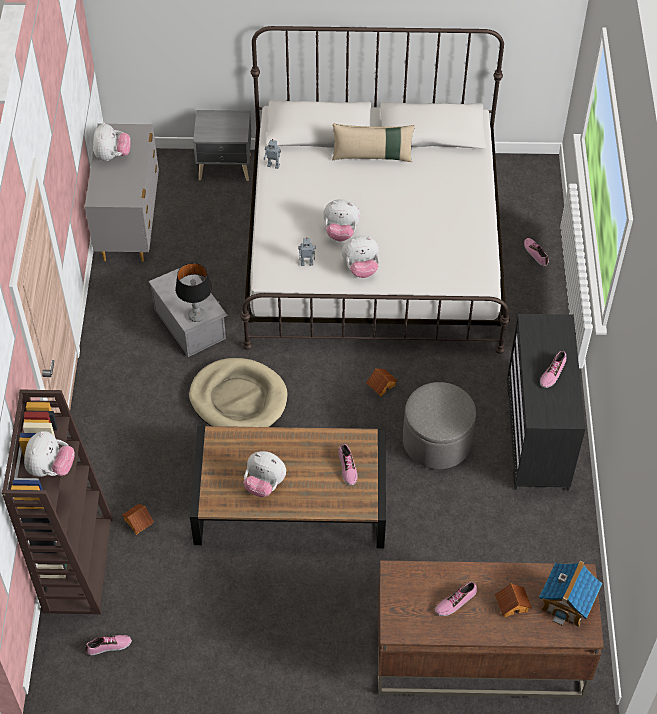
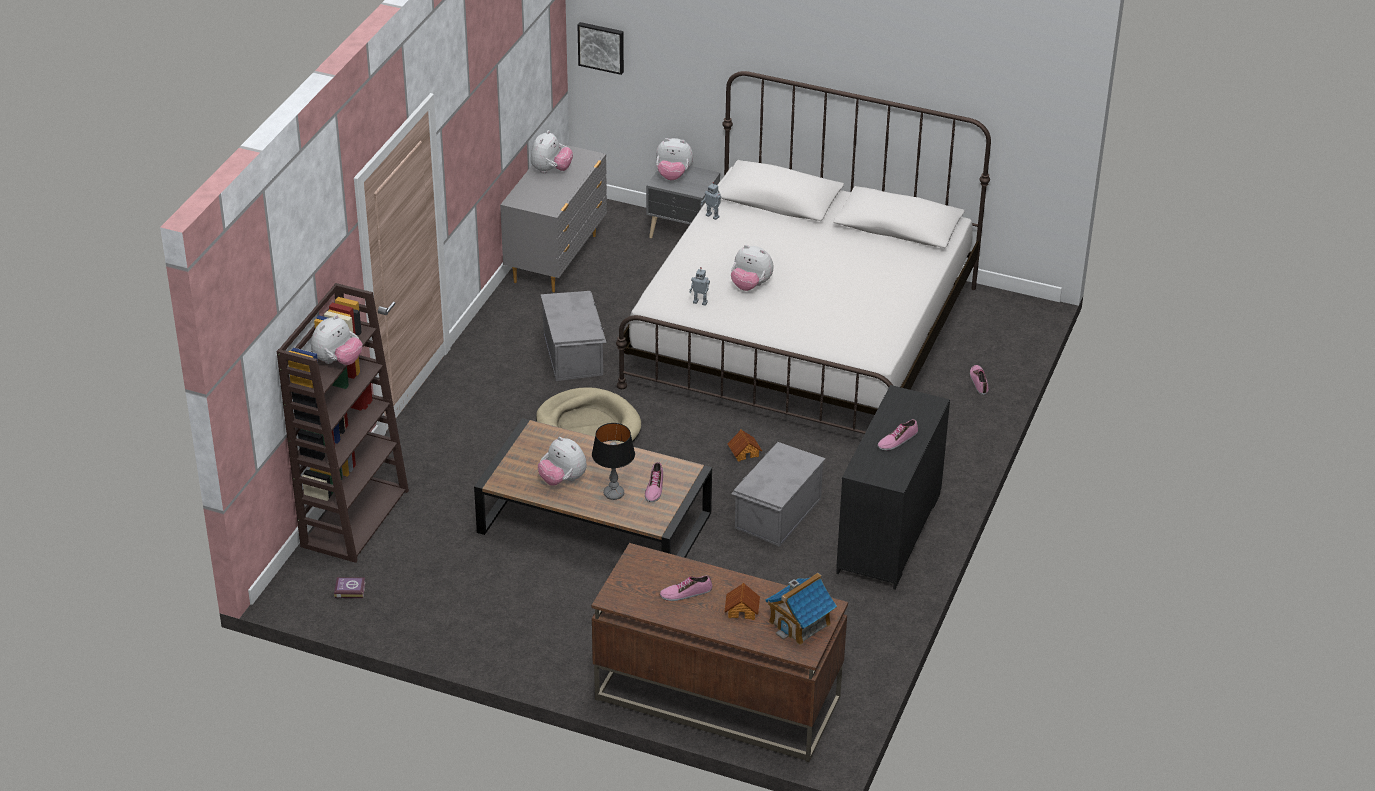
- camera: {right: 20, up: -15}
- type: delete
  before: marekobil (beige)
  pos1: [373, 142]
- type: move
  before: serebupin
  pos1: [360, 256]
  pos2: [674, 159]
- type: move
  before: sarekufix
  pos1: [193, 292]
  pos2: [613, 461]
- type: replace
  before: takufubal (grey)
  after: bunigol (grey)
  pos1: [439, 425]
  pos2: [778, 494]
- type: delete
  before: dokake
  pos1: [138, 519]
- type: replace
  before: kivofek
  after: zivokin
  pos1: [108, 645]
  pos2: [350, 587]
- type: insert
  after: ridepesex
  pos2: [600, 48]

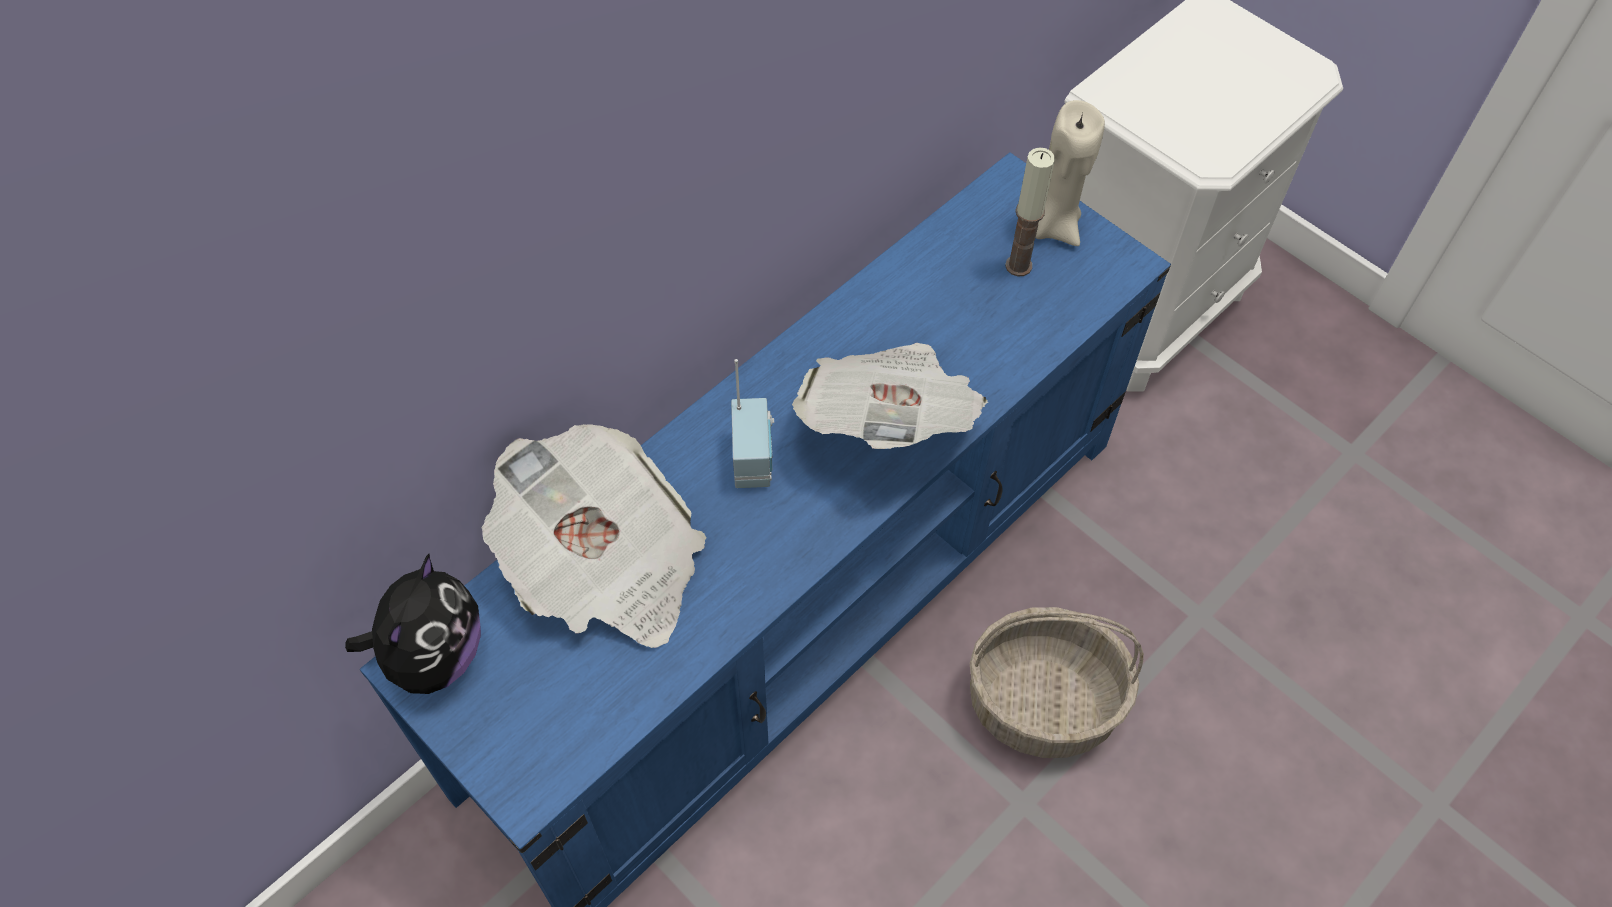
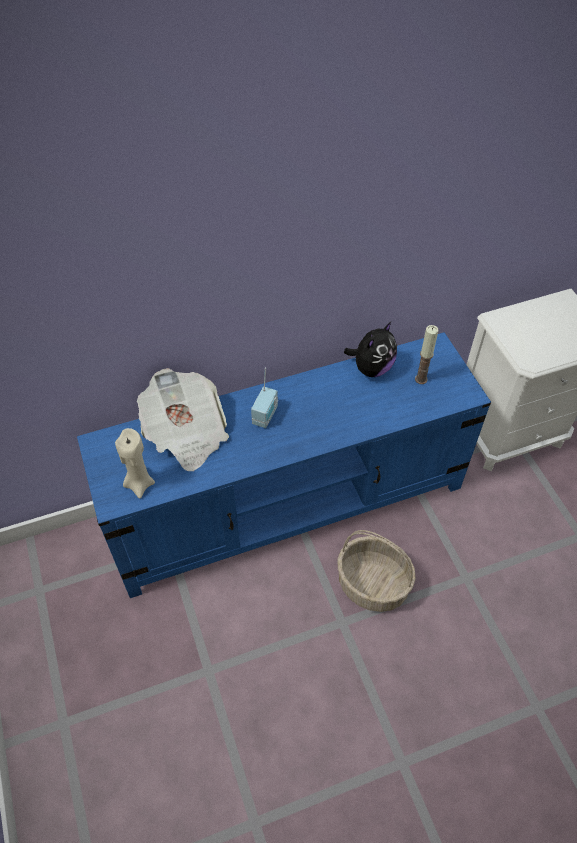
- camera: {right: 25, up: -5}
- type: move
  before: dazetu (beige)
  pos1: [1070, 173]
  pos2: [135, 463]
- type: delete
  before: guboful
  pos1: [890, 396]
- type: move
  before: serebupin
  pos1: [413, 624]
  pos2: [370, 349]

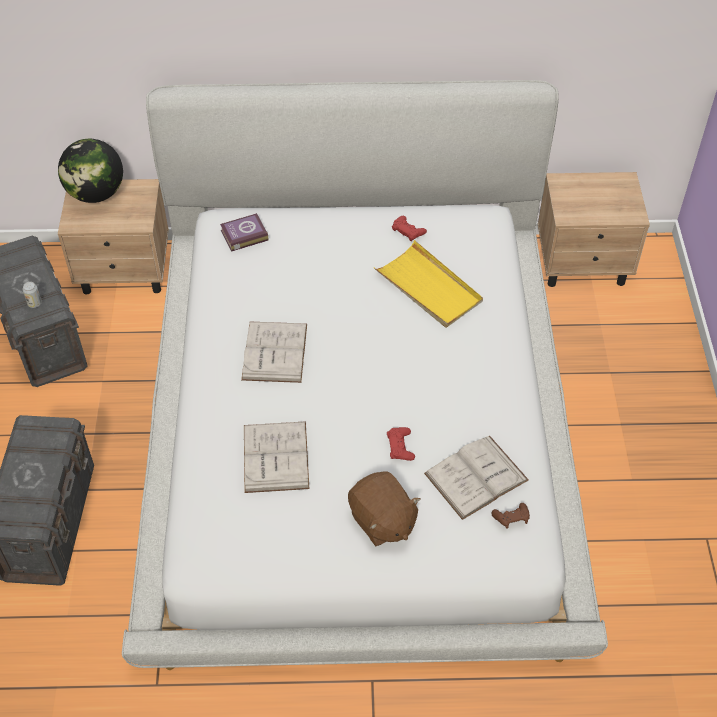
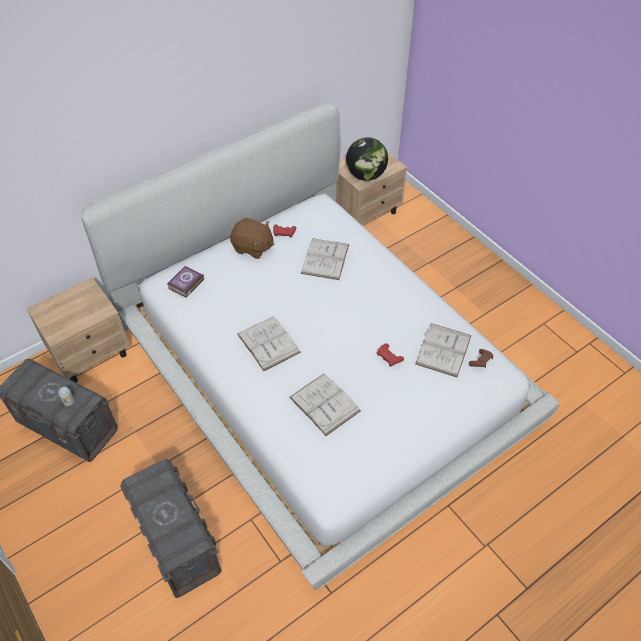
- camera: {right: -35, up: 0}
- type: move
  before: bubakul
  pos1: [90, 171]
  pos2: [367, 159]
- type: replace
  before: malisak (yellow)
  after: zivokin (white)
  pos1: [428, 284]
  pos2: [325, 259]
- type: move
  before: serebupin (brown)
  pos1: [384, 508]
  pos2: [252, 238]

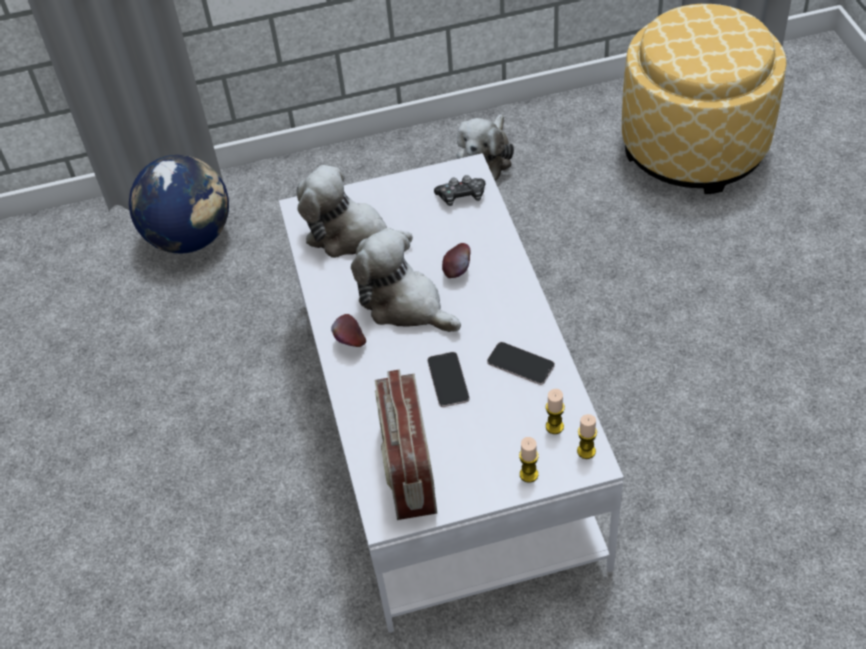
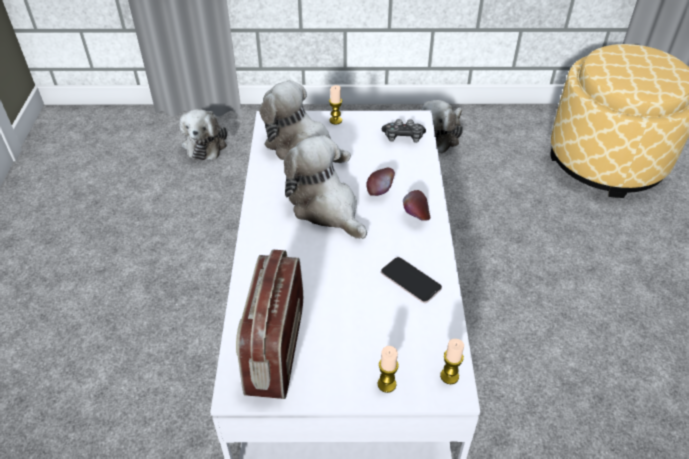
- camera: {right: 10, up: -5}
- type: replace
  before: bubakul
  after: serebupin
  pos1: [179, 204]
  pos2: [203, 134]
- type: move
  before: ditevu
  pos1: [348, 330]
  pos2: [416, 205]
- type: delete
  before: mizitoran
  pos1: [448, 379]
- type: move
  before: dazetu
  pos1: [555, 411]
  pos2: [335, 105]

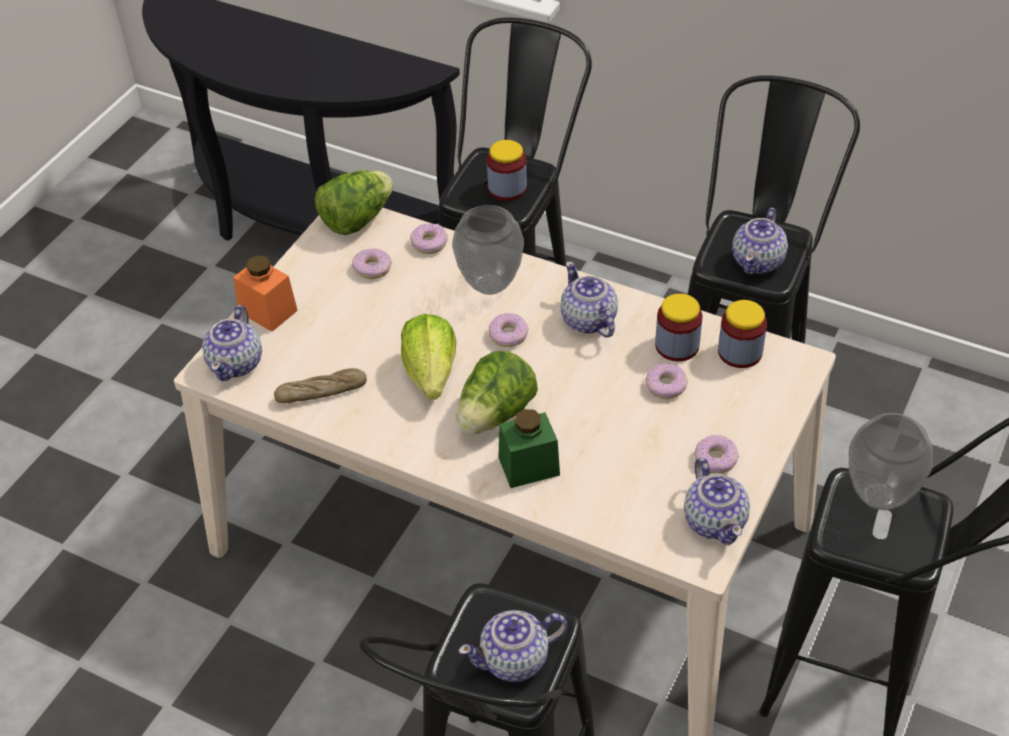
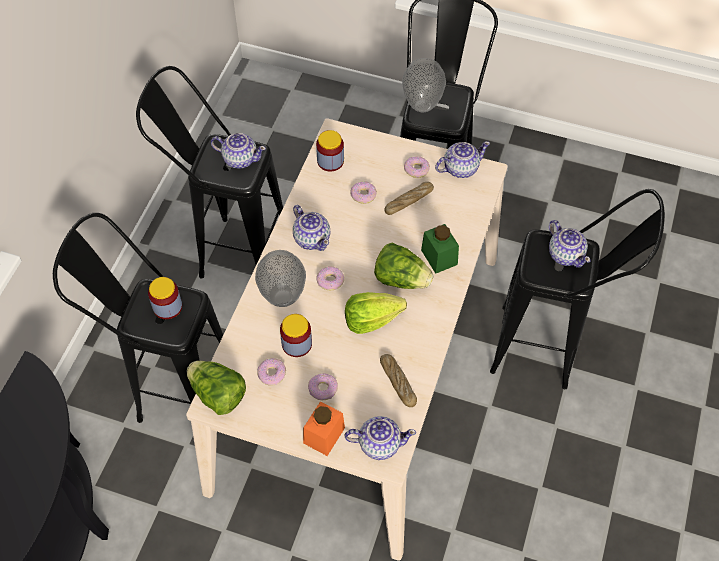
- camera: {right: -100, up: 10}
- type: move
  before: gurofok
  pos1: [428, 239]
  pos2: [323, 386]
- type: rotate
  before: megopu
  pos1: [589, 299]
  pos2: [311, 228]
  turn: -90
- type: move
  before: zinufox
  pos1: [679, 327]
  pos2: [296, 335]
- type: insert
  after: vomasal
  pos2: [409, 198]

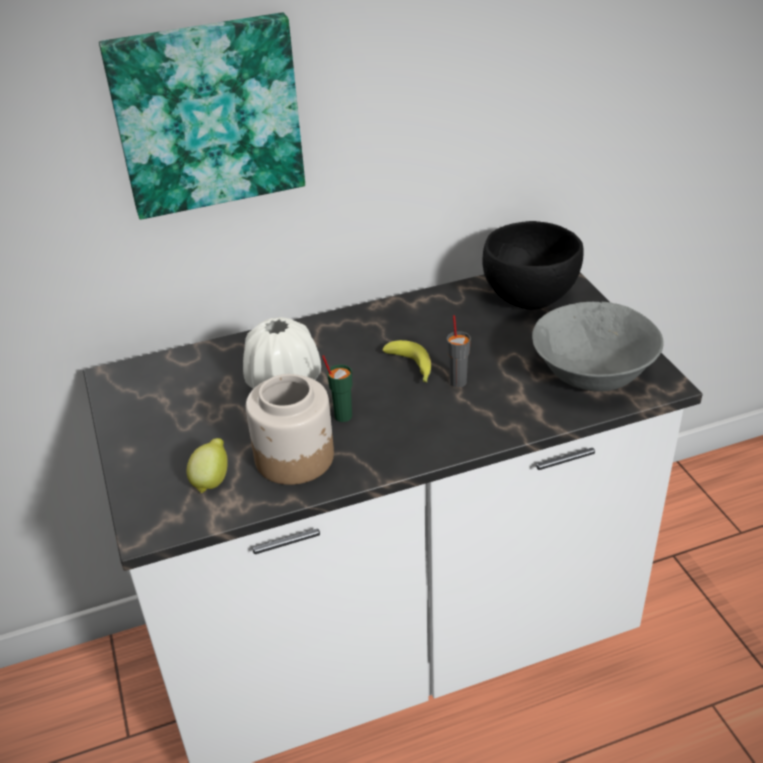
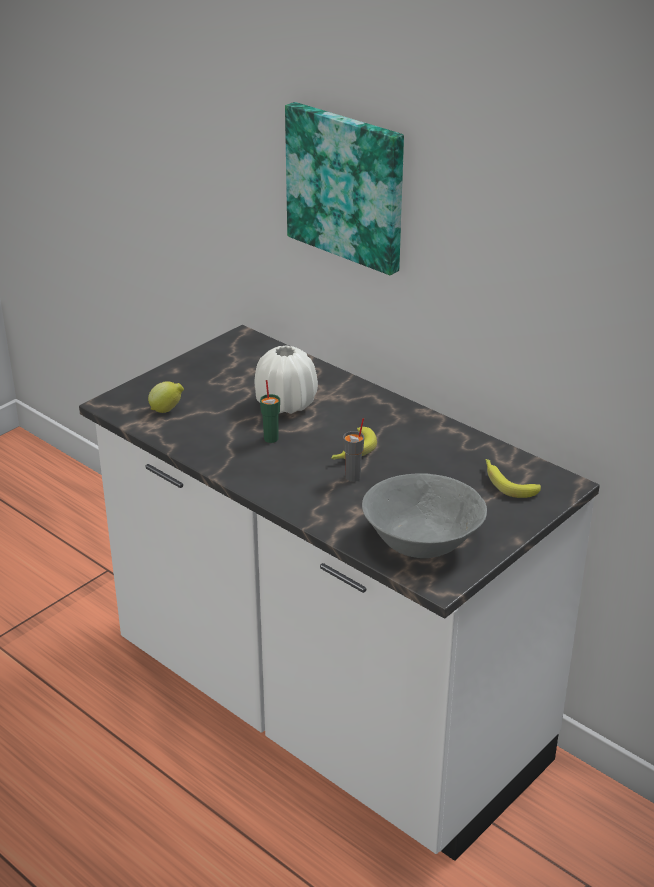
- camera: {right: 60, up: -5}
- type: replace
  before: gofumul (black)
  after: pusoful
  pos1: [533, 265]
  pos2: [513, 478]
- type: delete
  before: zinufox
  pos1: [290, 429]

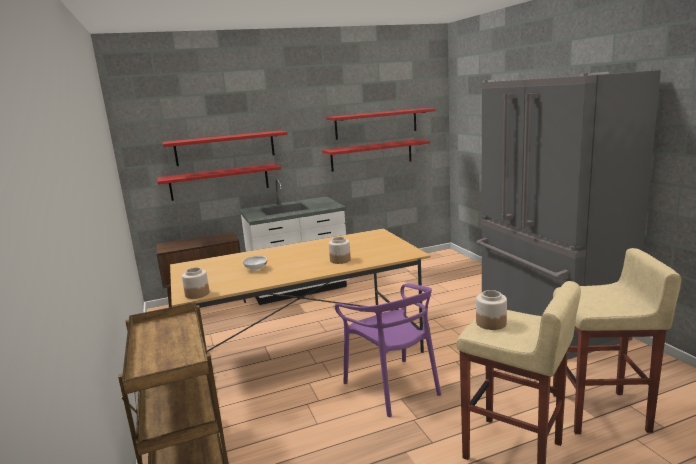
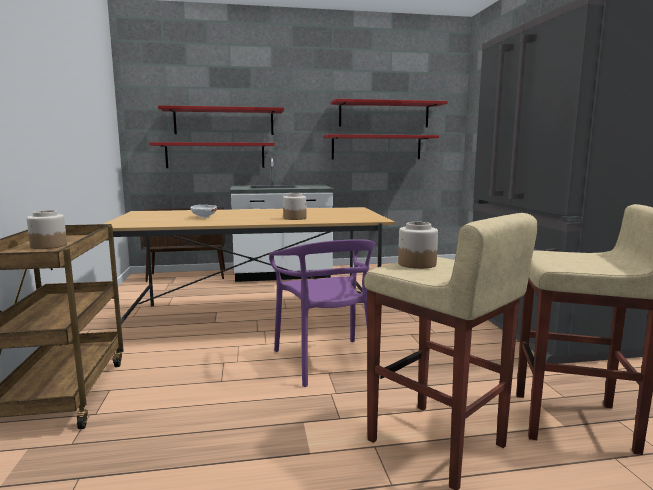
- camera: {right: 10, up: -5}
- type: move
  before: zinufox
  pos1: [195, 283]
  pos2: [47, 229]

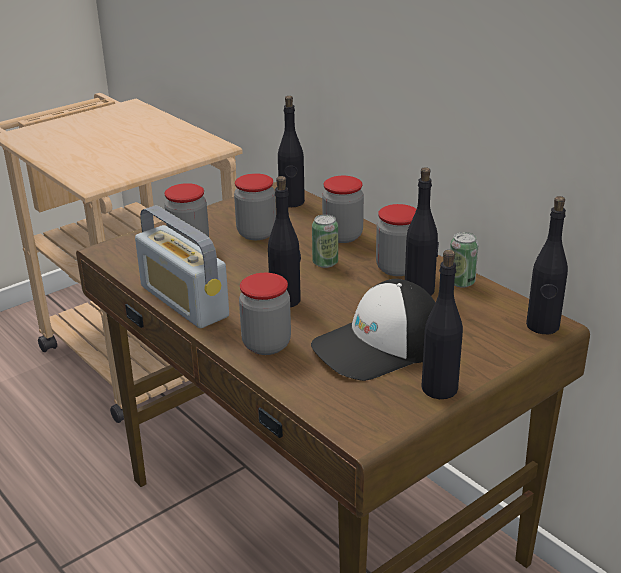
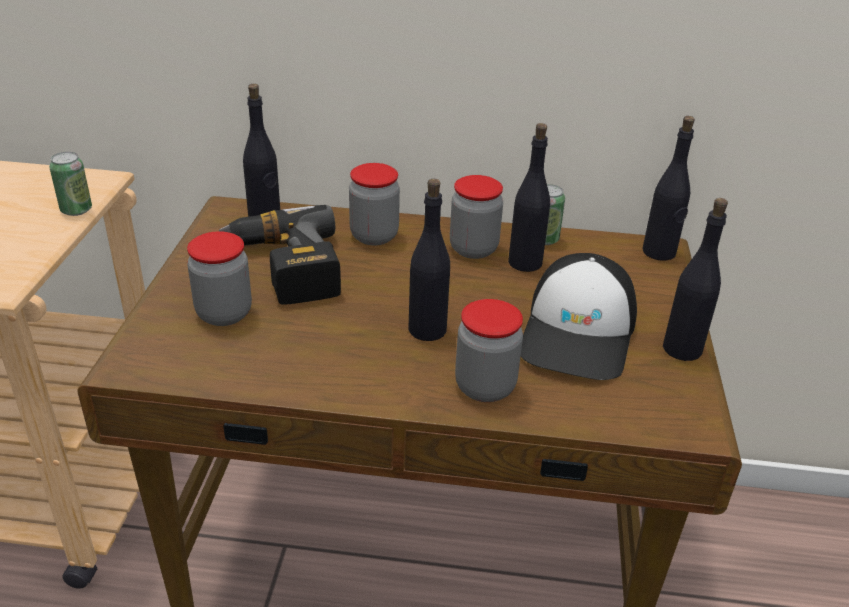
- camera: {right: -45, up: 5}
- type: replace
  before: zinufox
  after: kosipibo
  pos1: [255, 206]
  pos2: [280, 255]
- type: delete
  before: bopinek
  pos1: [182, 266]
- type: move
  before: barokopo
  pos1: [325, 241]
  pos2: [70, 184]

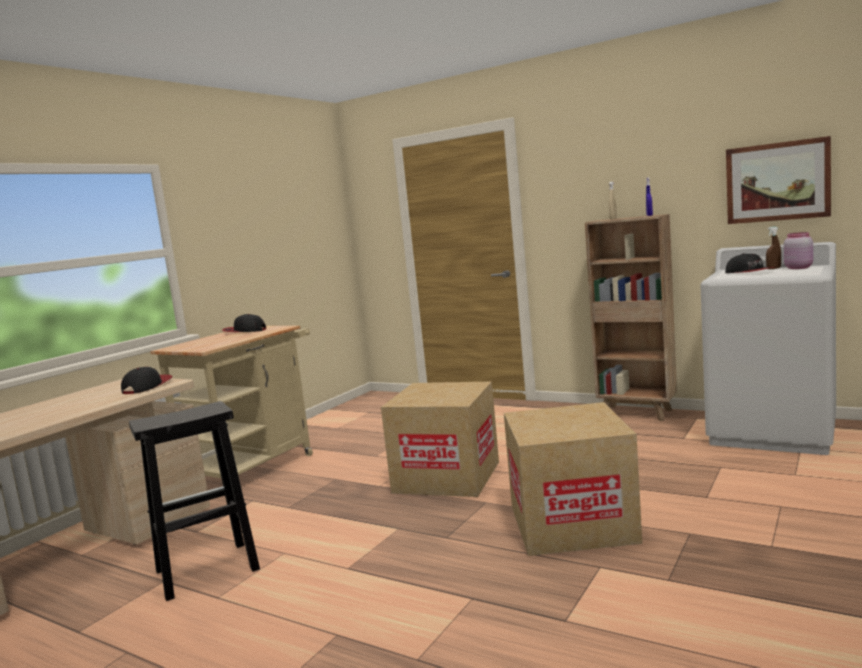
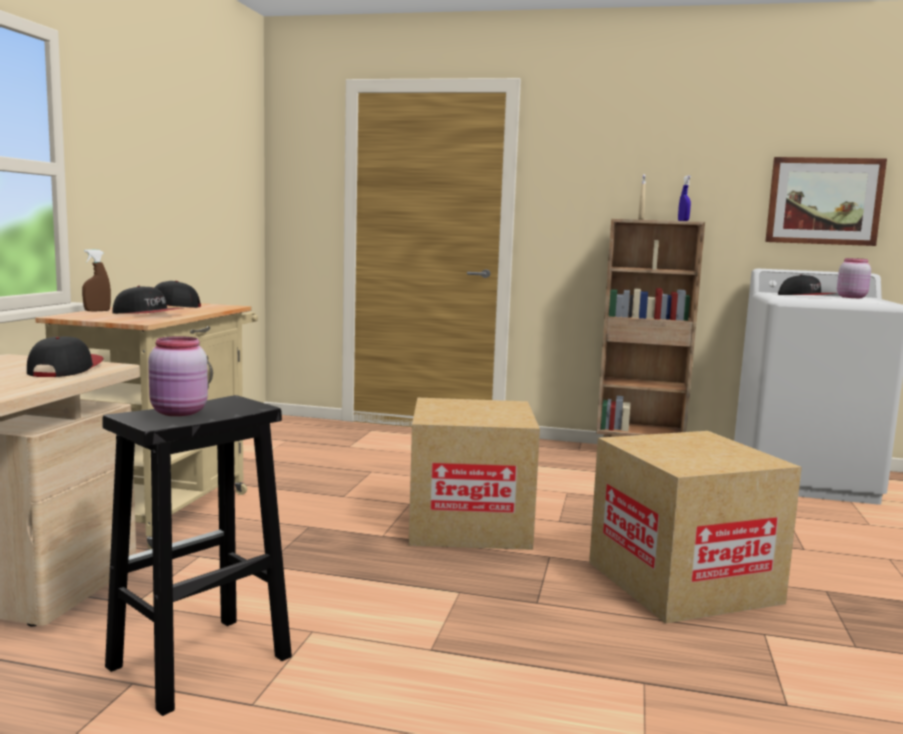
- camera: {right: -20, up: 0}
- type: move
  before: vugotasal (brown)
  pos1: [773, 248]
  pos2: [96, 280]
- type: insert
  after: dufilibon
  pos2: [147, 300]
- type: insert
  after: zinufox (pink)
  pos2: [178, 376]

